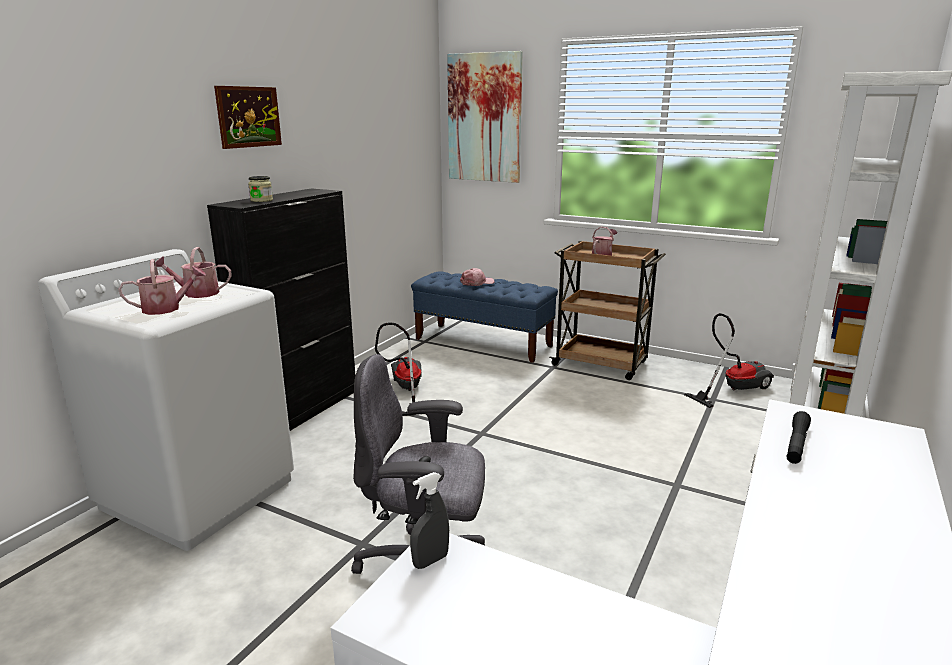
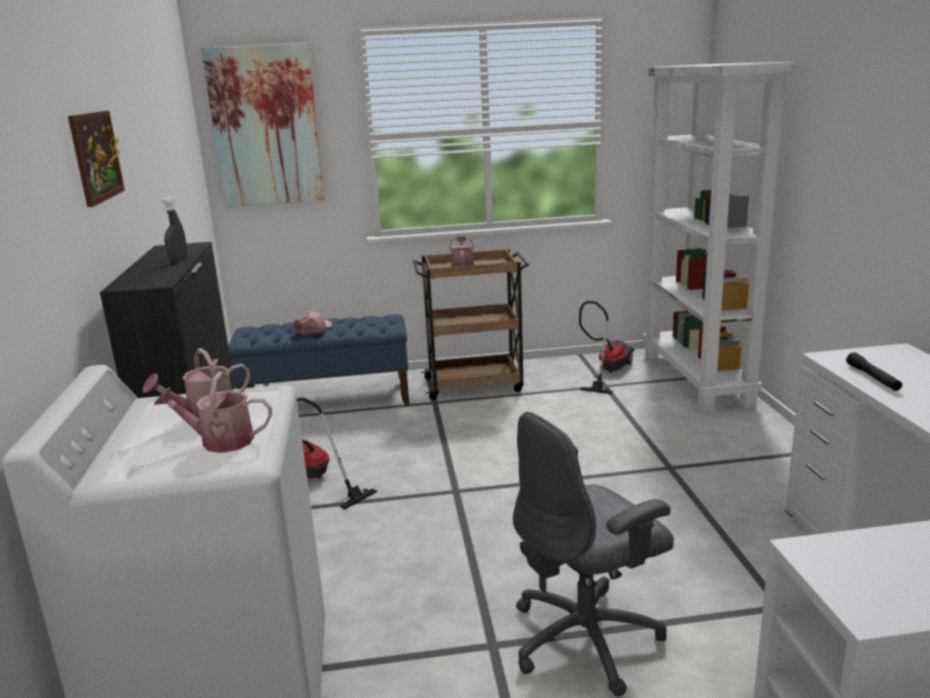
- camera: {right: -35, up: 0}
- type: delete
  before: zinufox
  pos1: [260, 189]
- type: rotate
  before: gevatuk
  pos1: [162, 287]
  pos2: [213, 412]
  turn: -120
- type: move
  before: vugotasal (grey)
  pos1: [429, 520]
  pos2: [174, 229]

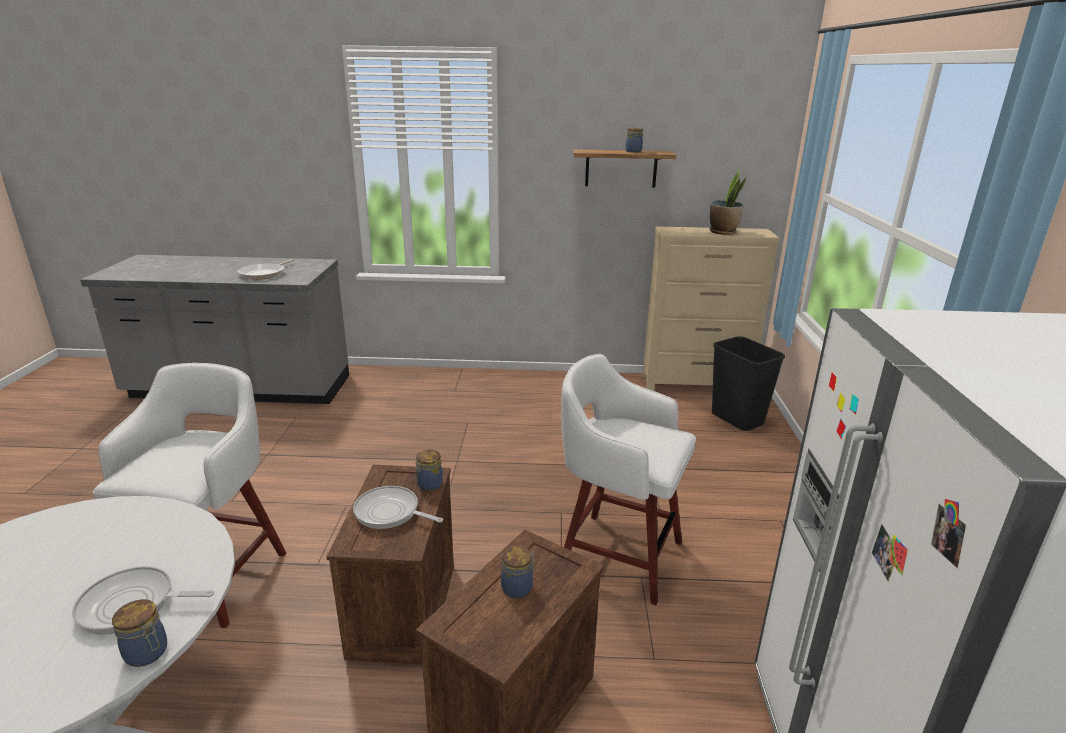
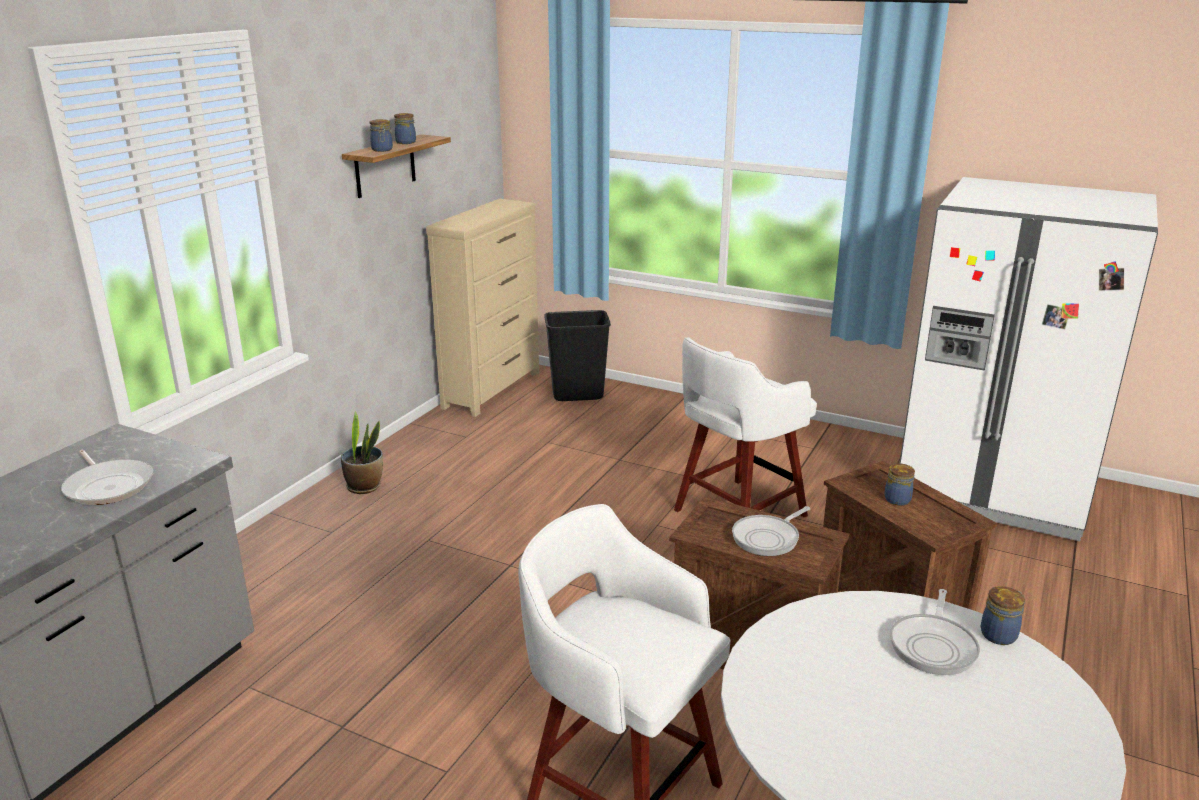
- camera: {right: -65, up: 0}
- type: move
  before: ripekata
  pos1: [728, 202]
  pos2: [362, 452]
- type: move
  before: zinufox
  pos1: [429, 470]
  pos2: [381, 135]

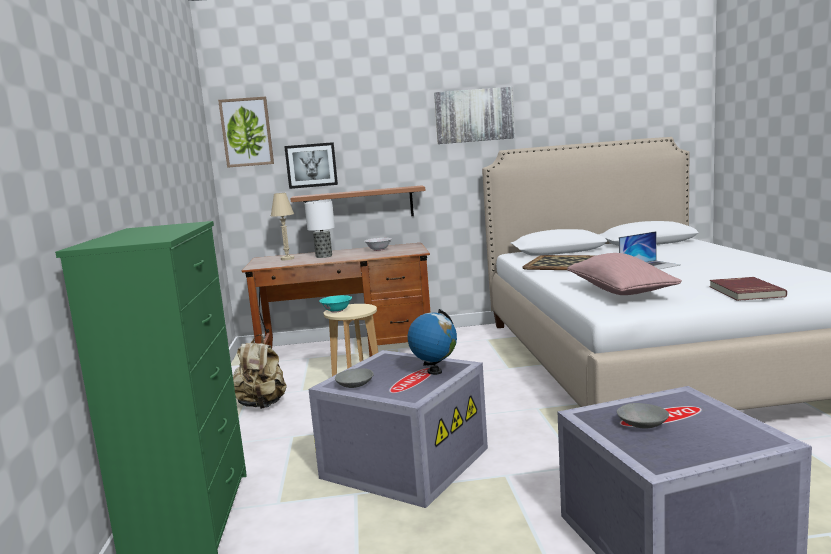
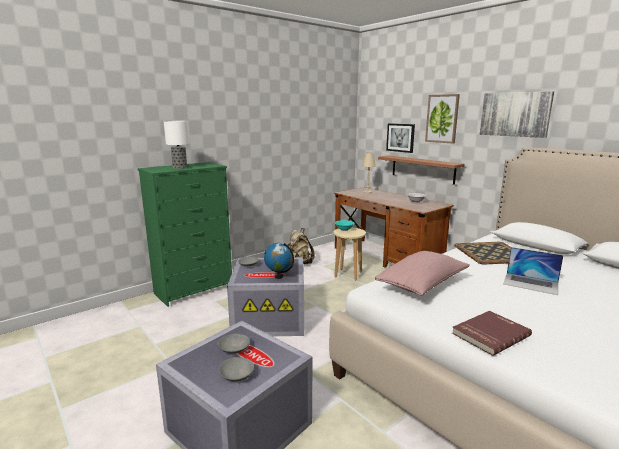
- camera: {right: 55, up: 5}
- type: move
  before: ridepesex
  pos1: [246, 132]
  pos2: [442, 119]
- type: move
  before: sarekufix
  pos1: [319, 229]
  pos2: [177, 145]
- type: insert
  after: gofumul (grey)
  pos2: [236, 369]

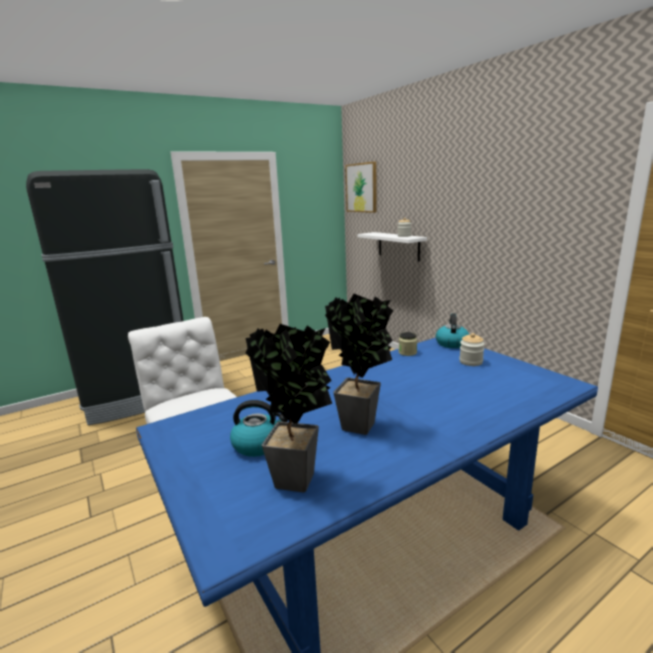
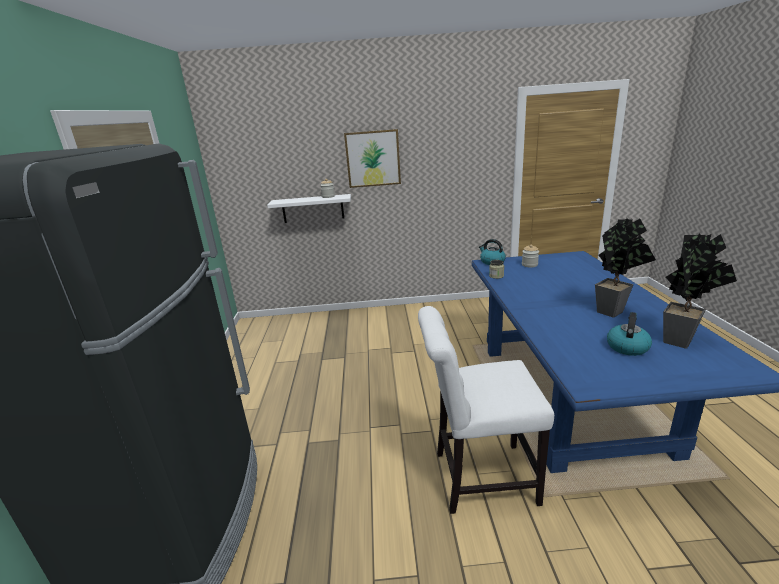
- camera: {right: -60, up: 5}
- type: move
  before: ridepesex
  pos1: [361, 187]
  pos2: [372, 158]

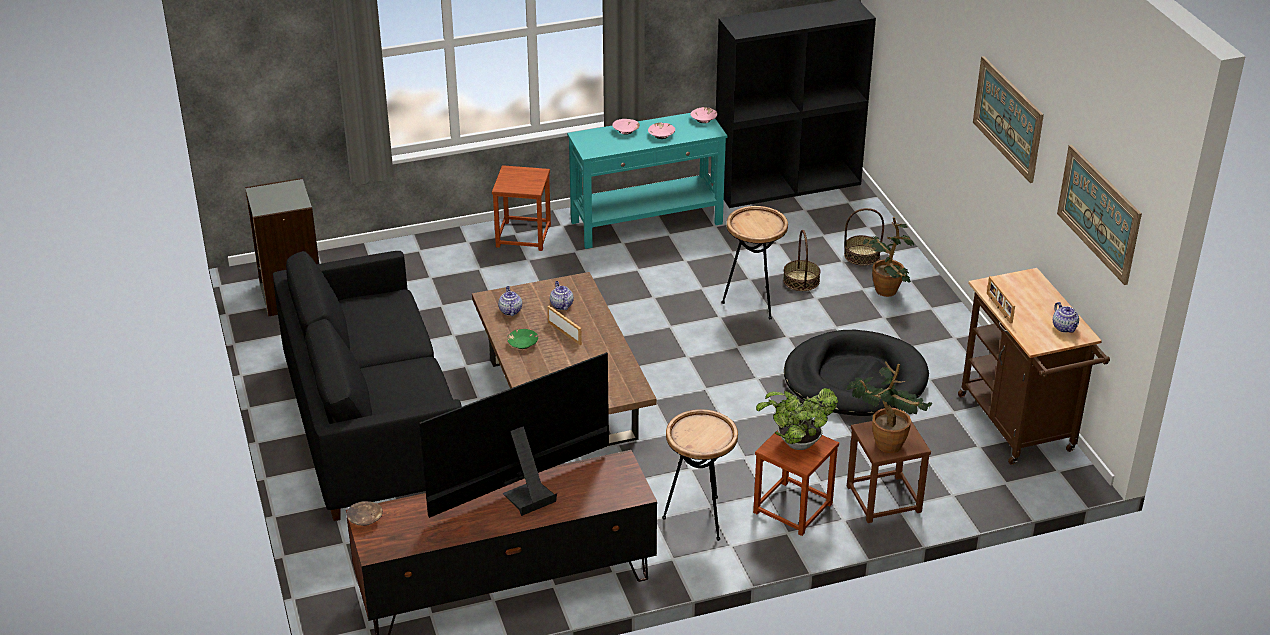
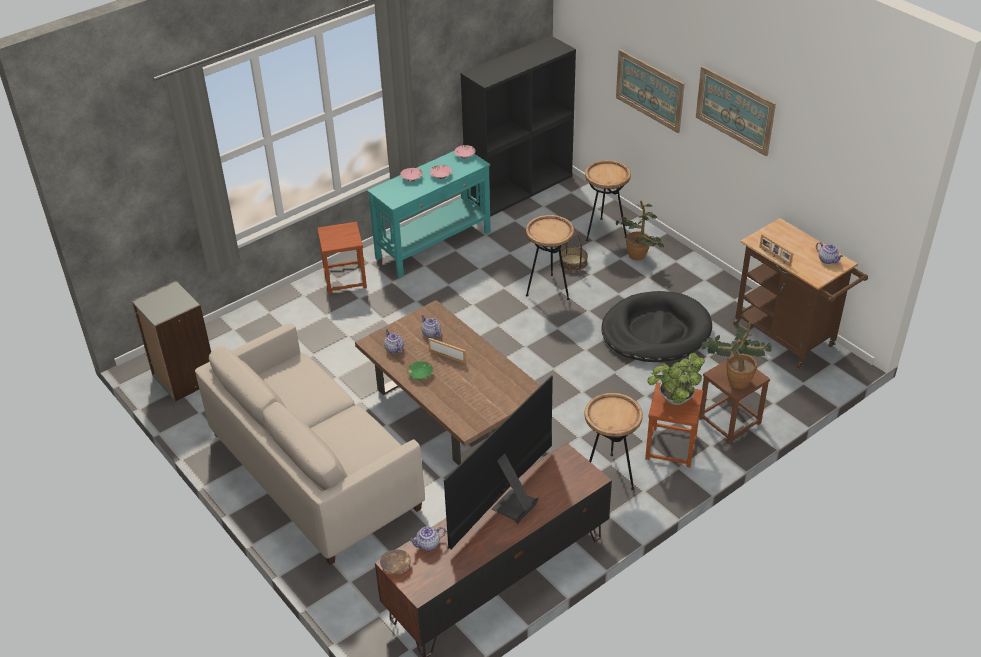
- camera: {right: -20, up: 5}
- type: move
  before: ridepesex
  pos1: [1099, 215]
  pos2: [650, 91]
- type: replace
  before: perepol
  after: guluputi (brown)
  pos1: [864, 237]
  pos2: [608, 200]
- type: recolor
  before: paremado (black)
  after: paremado (beige)
  pos1: [367, 386]
  pos2: [310, 444]
- type: insert
  after: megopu
  pos2: [427, 538]

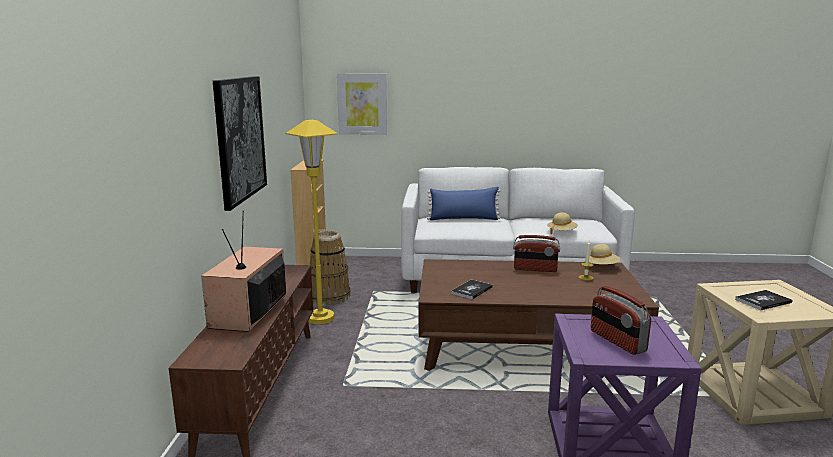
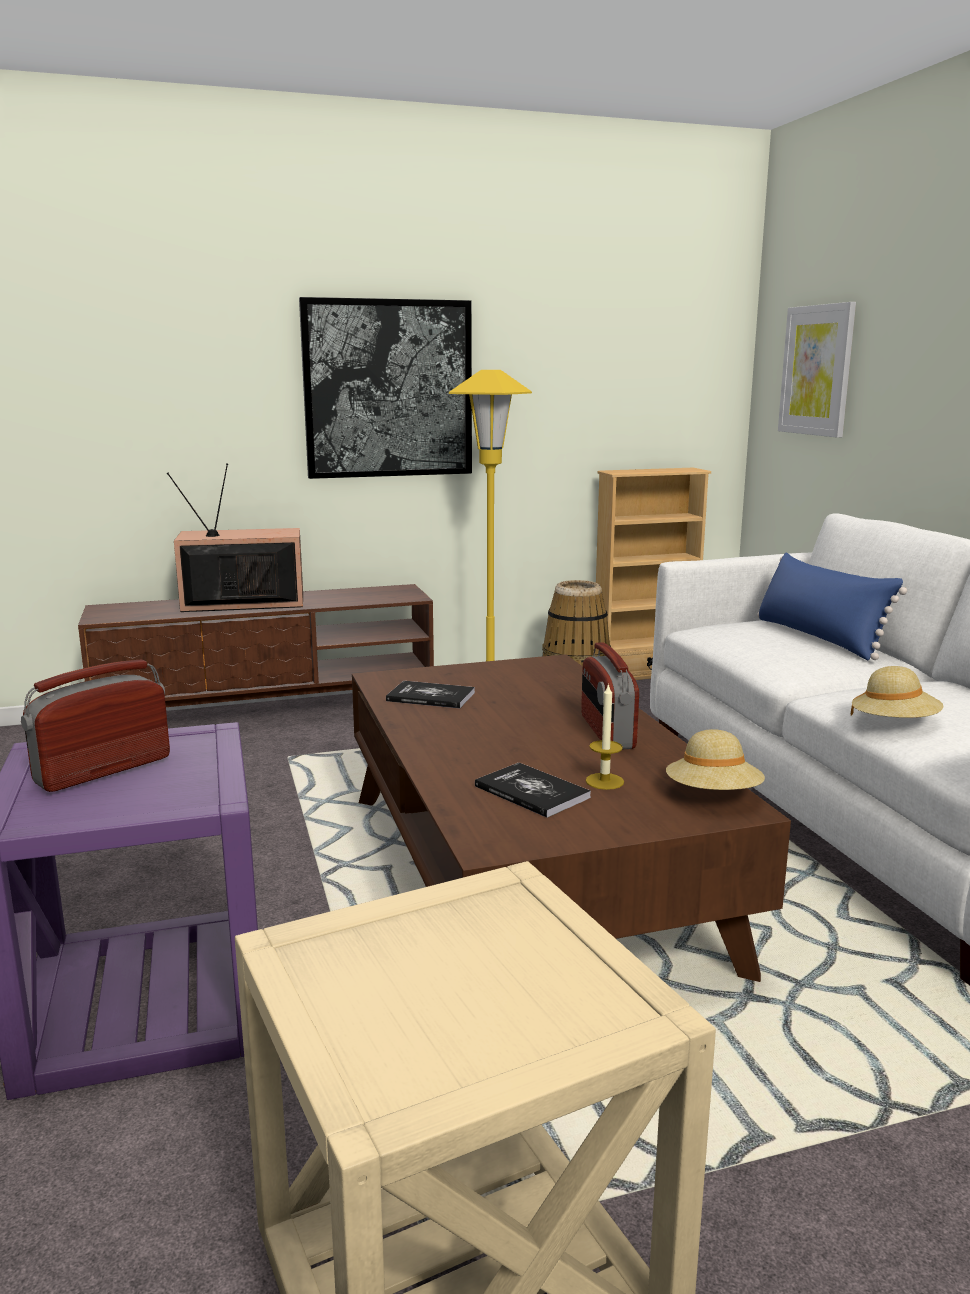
- camera: {right: 70, up: 0}
- type: move
  before: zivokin
  pos1: [764, 300]
  pos2: [533, 790]

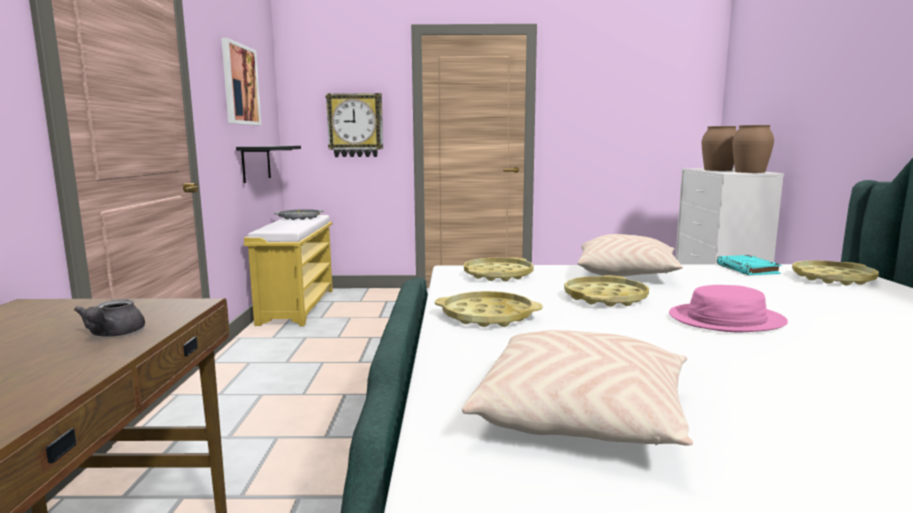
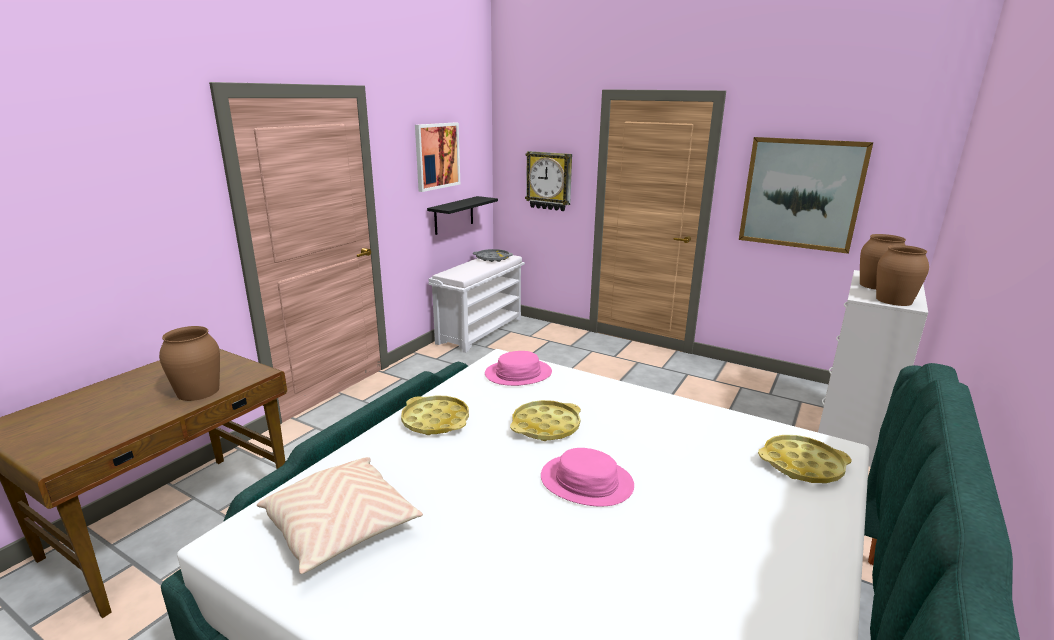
- camera: {right: 30, up: 10}
- type: recolor
  before: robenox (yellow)
  after: robenox (white)
  pos1: [288, 270]
  pos2: [476, 304]
- type: delete
  before: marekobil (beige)
  pos1: [630, 255]
- type: delete
  before: zivokin (turquoise)
  pos1: [749, 265]
- type: replace
  before: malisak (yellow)
  after: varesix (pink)
  pos1: [499, 269]
  pos2: [518, 368]
- type: replace
  before: megopu (grey)
  after: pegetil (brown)
  pos1: [109, 318]
  pos2: [189, 363]
- type: insert
  after: ridepesex
  pos2: [806, 195]

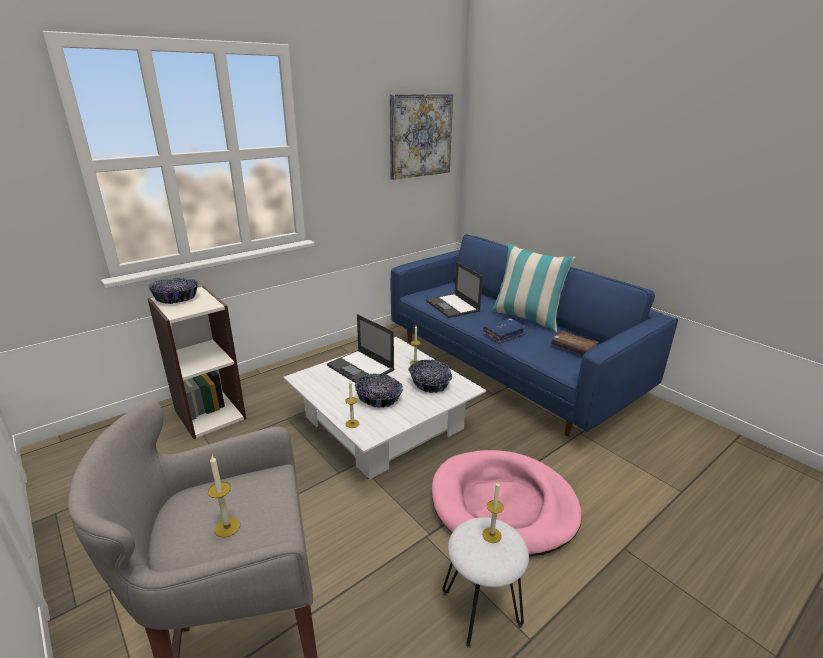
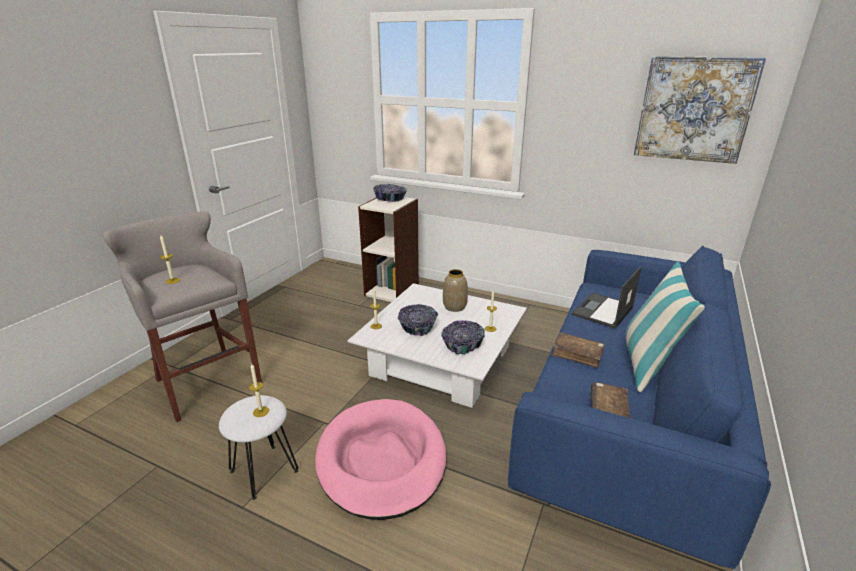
- camera: {right: 65, up: 0}
- type: replace
  before: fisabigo
  after: pegetil
  pos1: [361, 348]
  pos2: [455, 290]
- type: recolor
  before: zivokin (blue)
  after: zivokin (brown)
  pos1: [504, 331]
  pos2: [578, 350]

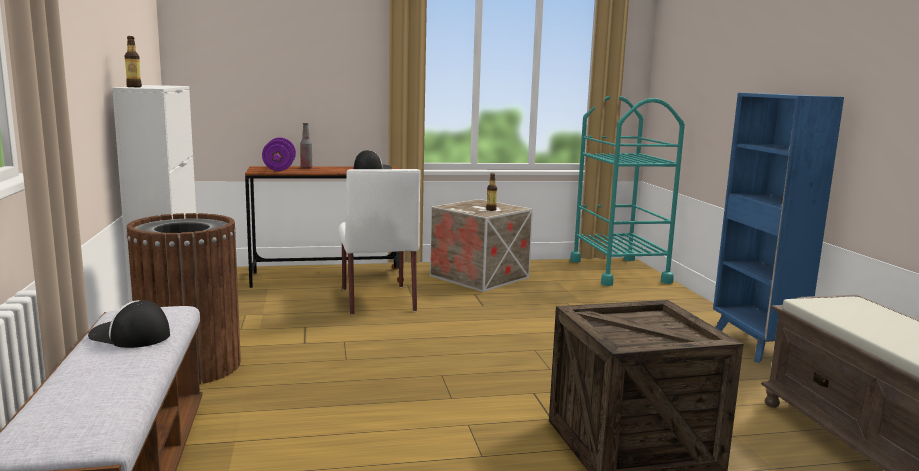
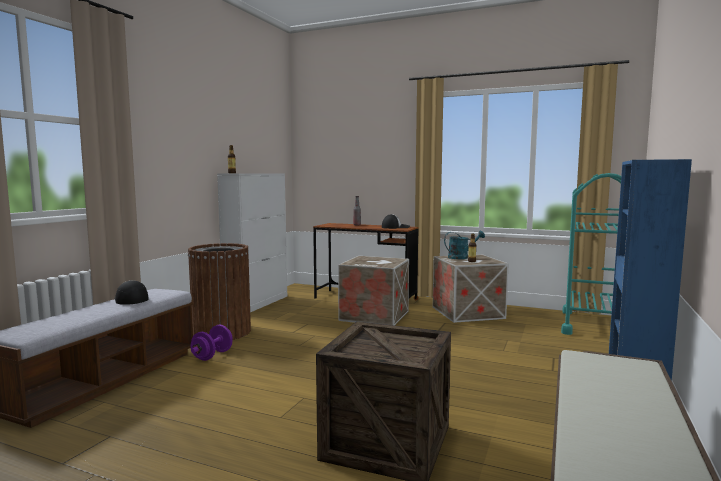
- camera: {right: 35, up: -5}
- type: move
  before: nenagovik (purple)
  pos1: [279, 154]
  pos2: [211, 343]
- type: replace
  before: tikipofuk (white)
  after: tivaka
  pos1: [379, 242]
  pos2: [373, 291]
- type: insert
  after: gevatuk (turquoise)
  pos2: [464, 245]

